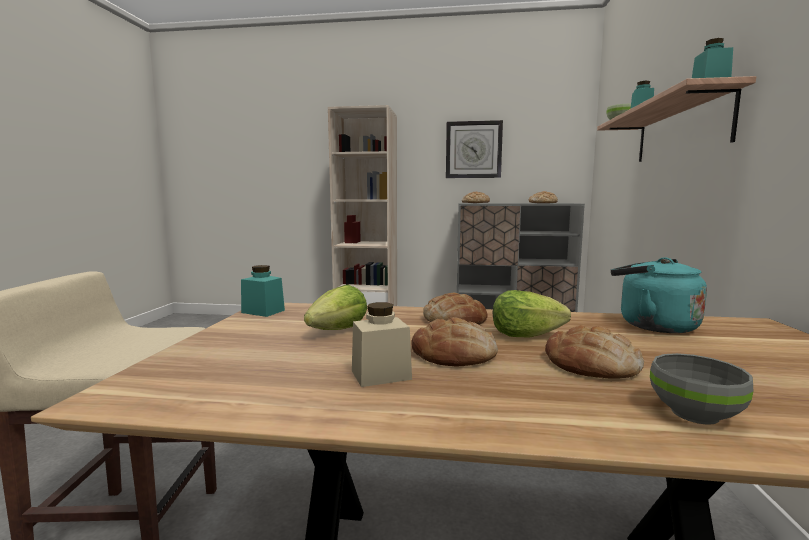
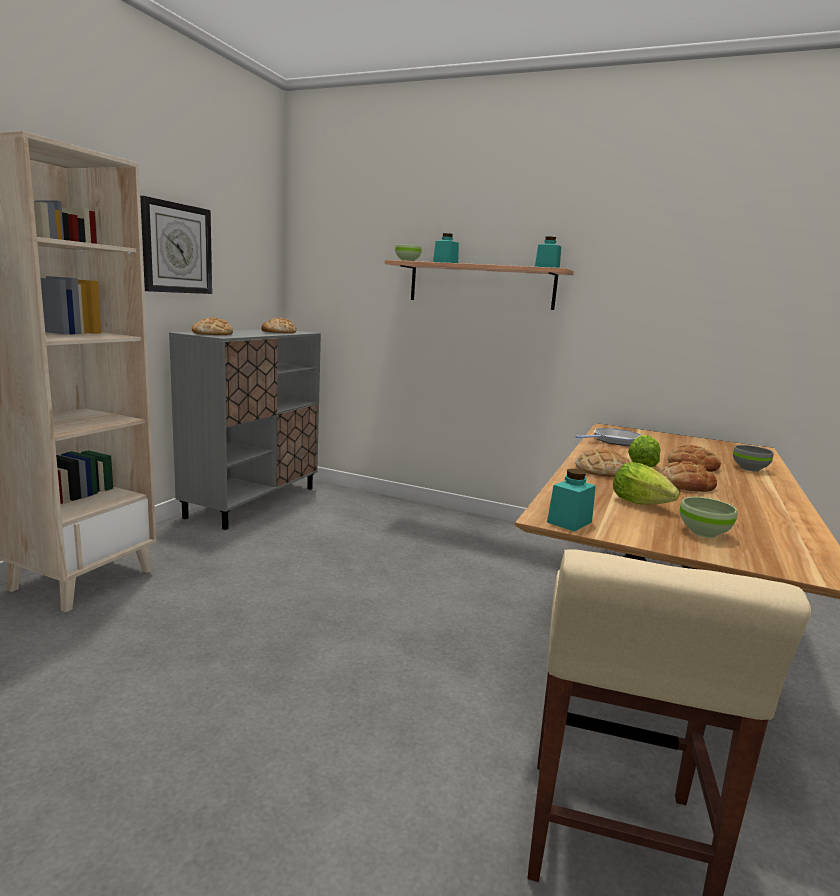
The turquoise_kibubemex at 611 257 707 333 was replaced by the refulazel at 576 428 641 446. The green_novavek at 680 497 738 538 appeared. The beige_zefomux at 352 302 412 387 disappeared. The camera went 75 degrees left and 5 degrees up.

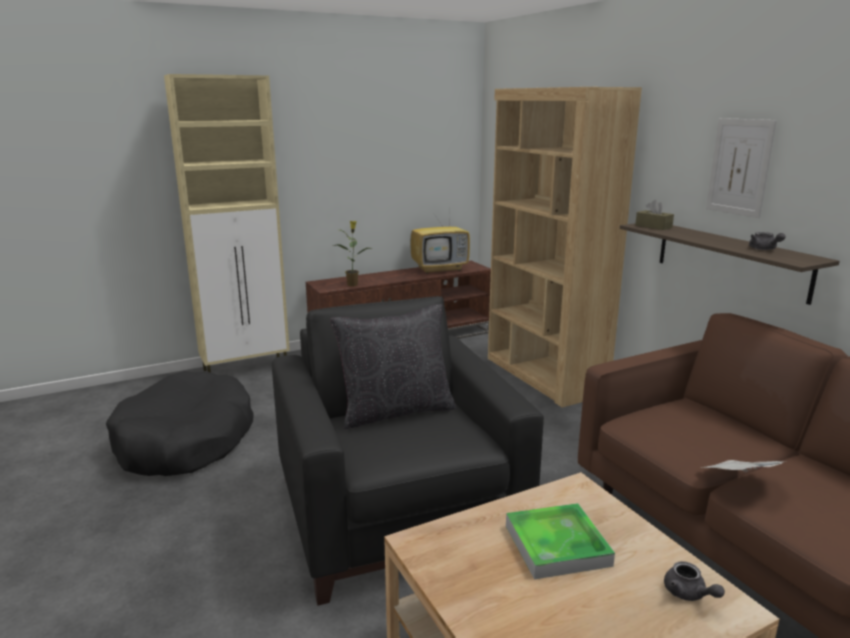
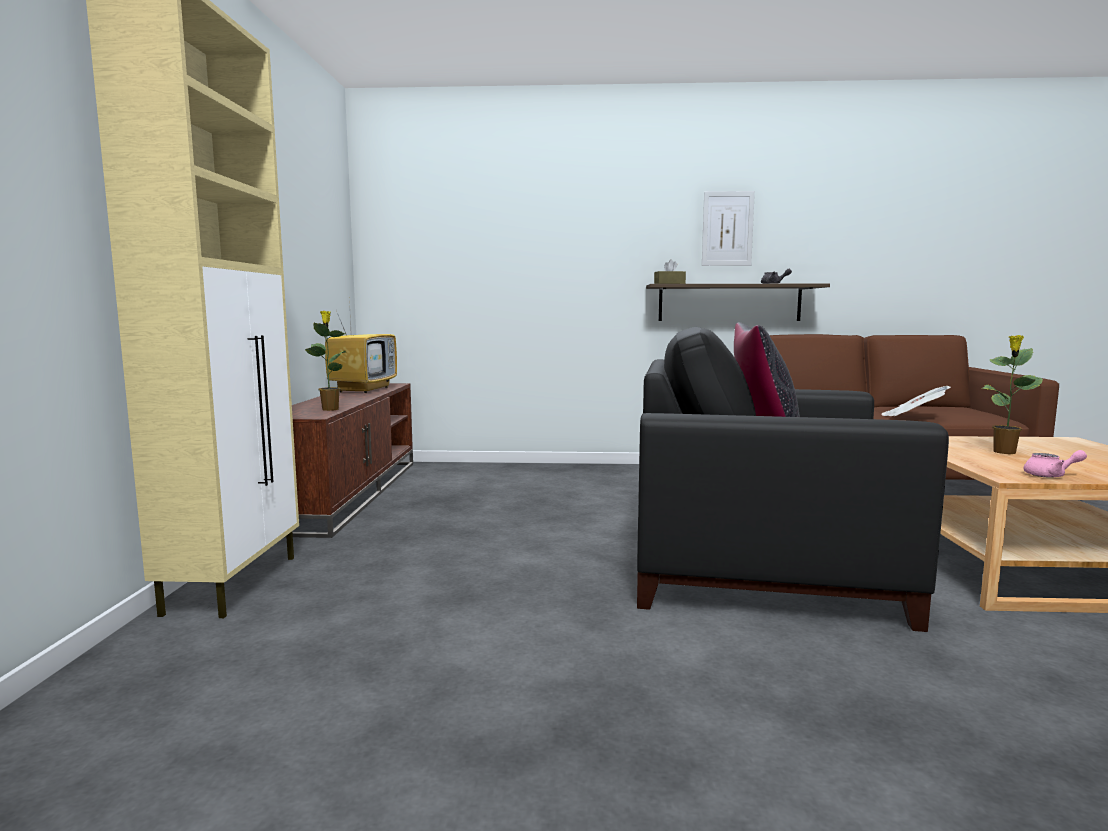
The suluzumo at 506 503 615 579 was replaced by the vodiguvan at 982 335 1043 454. The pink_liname at 1024 450 1087 478 appeared. The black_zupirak at 106 371 253 476 disappeared. The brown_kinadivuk at 488 87 642 408 disappeared. The grey_liname at 664 561 725 601 disappeared. The camera went 60 degrees left and 10 degrees down.

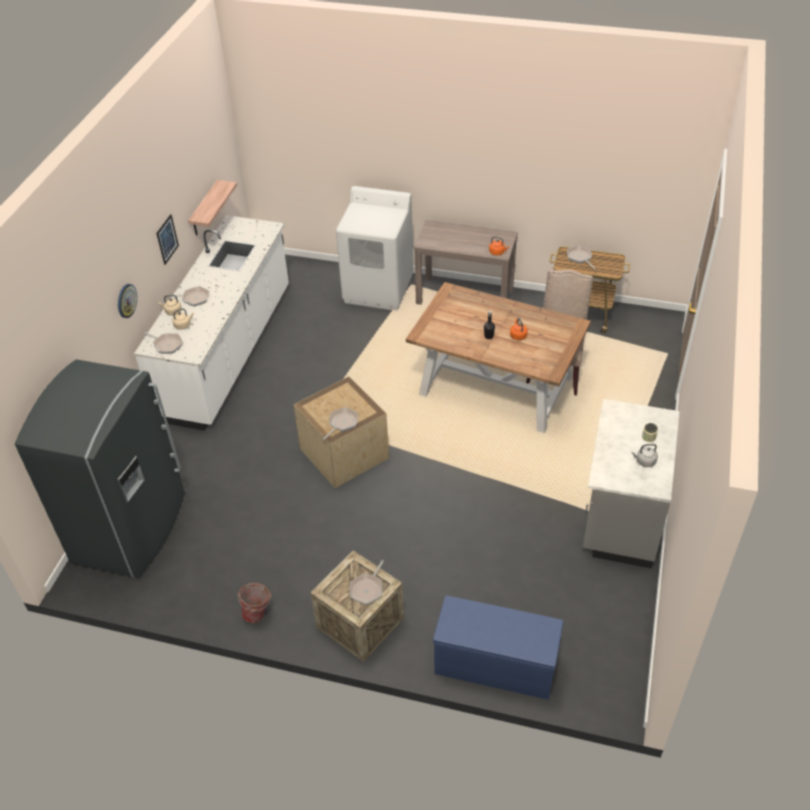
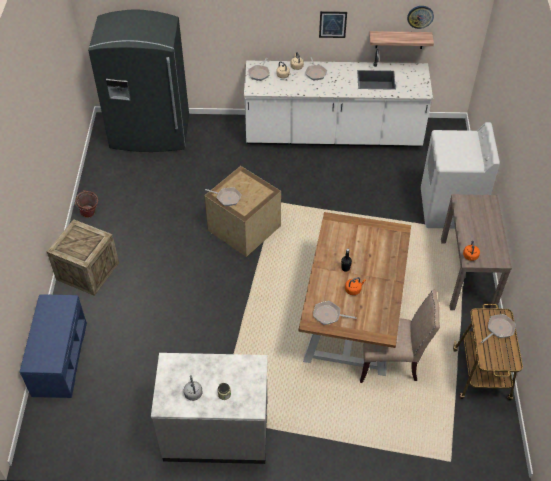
The refulazel moved from 350 560 384 605 to 313 301 357 325. The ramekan moved from 118 284 137 318 to 407 6 434 29. The camera went 75 degrees right and 5 degrees up.

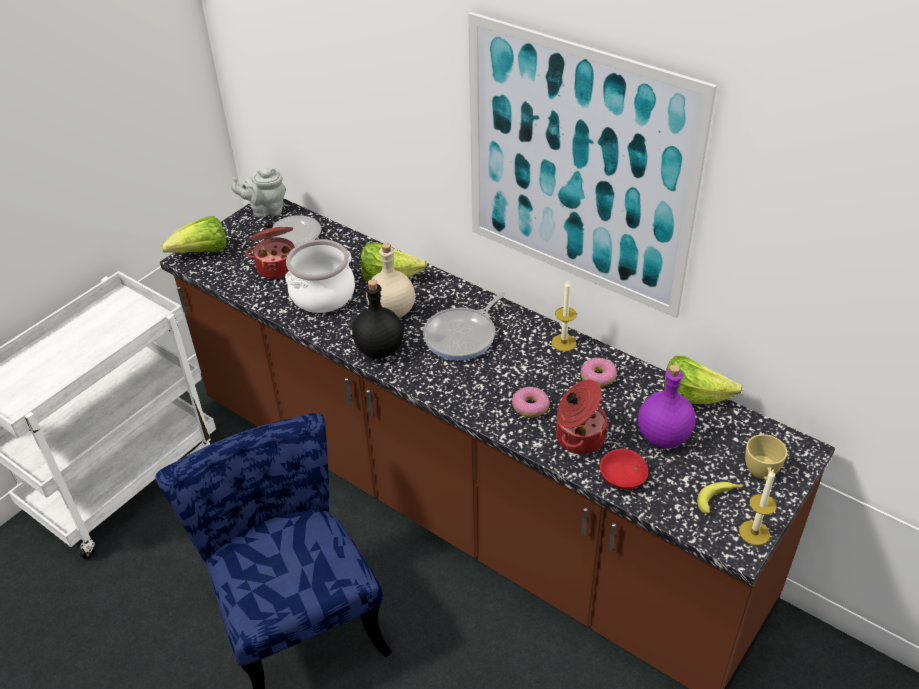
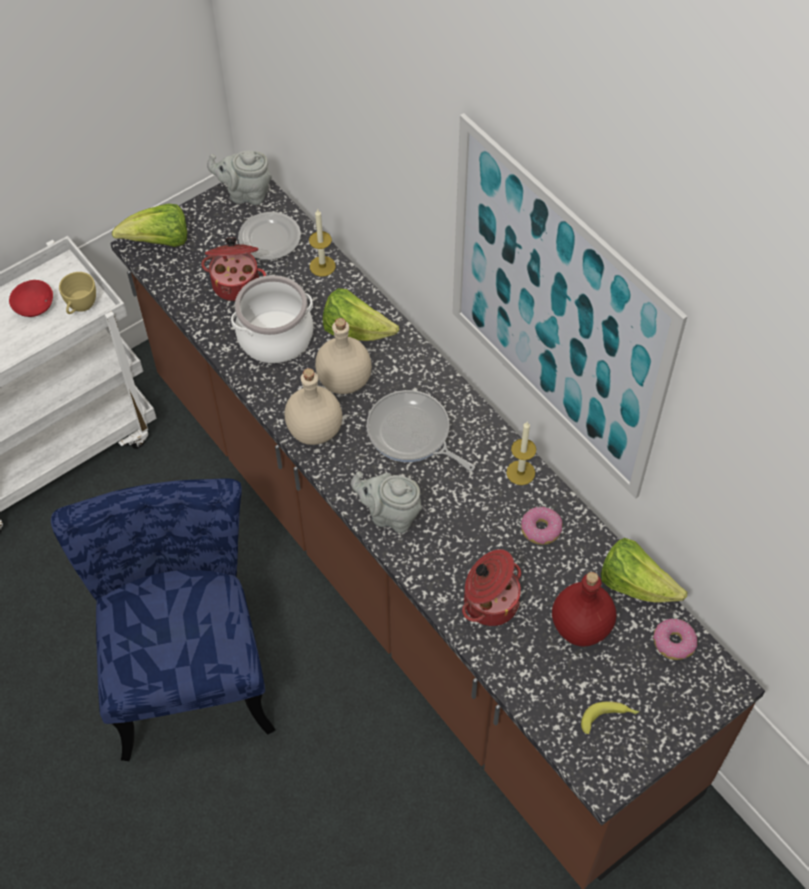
The red_novavek moved from 600 448 648 489 to 9 280 53 317. The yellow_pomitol moved from 745 434 787 480 to 59 272 96 314. The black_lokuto at 352 279 404 359 became the beige_lokuto at 285 368 342 445. The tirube moved from 739 470 777 545 to 309 209 336 277. The grey_liname at 351 471 422 533 appeared. The refulazel at 423 292 506 360 turned 75 degrees clockwise. The purple_lokuto at 638 364 695 448 became the red_lokuto at 552 572 616 647. The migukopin moved from 512 387 550 418 to 653 618 697 660. The camera went 15 degrees right and 15 degrees up.

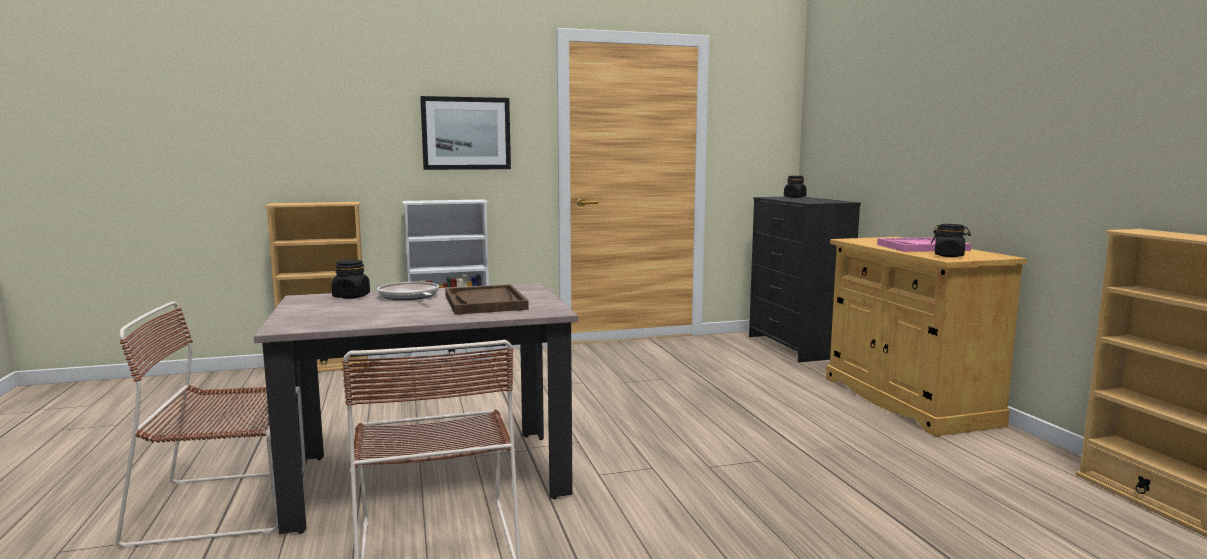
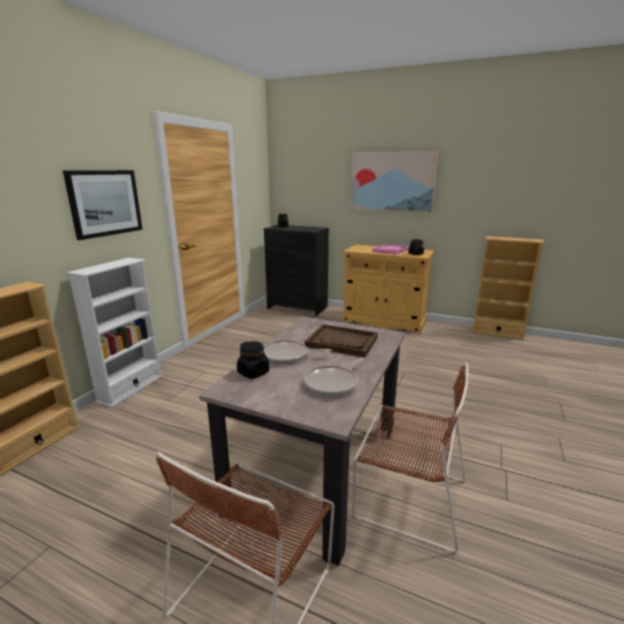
The refulazel at 304 358 364 396 appeared. The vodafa at 351 151 438 212 appeared. The camera went 50 degrees left and 10 degrees up.

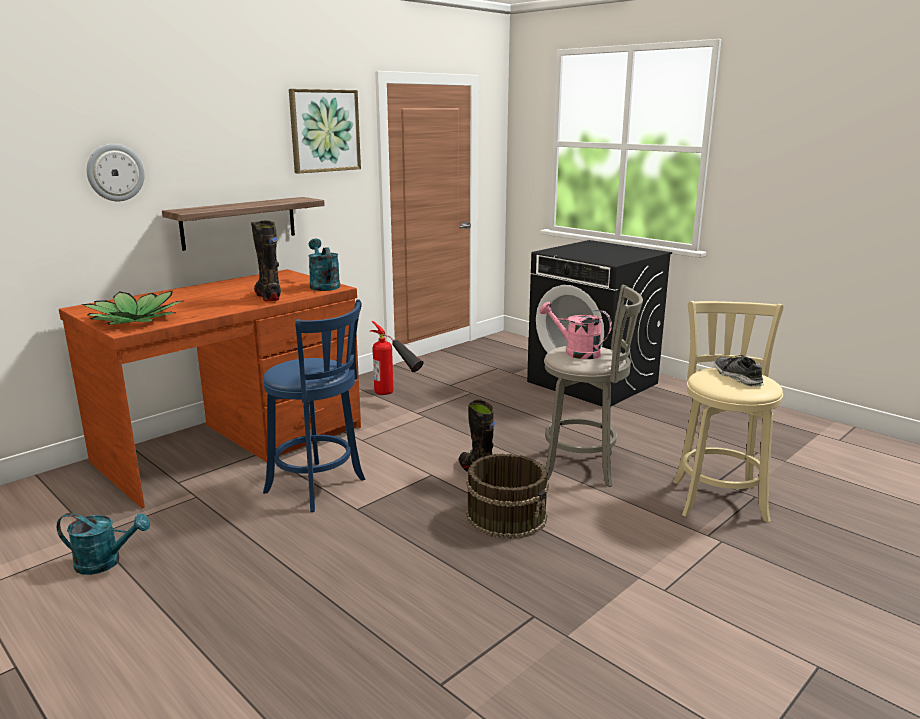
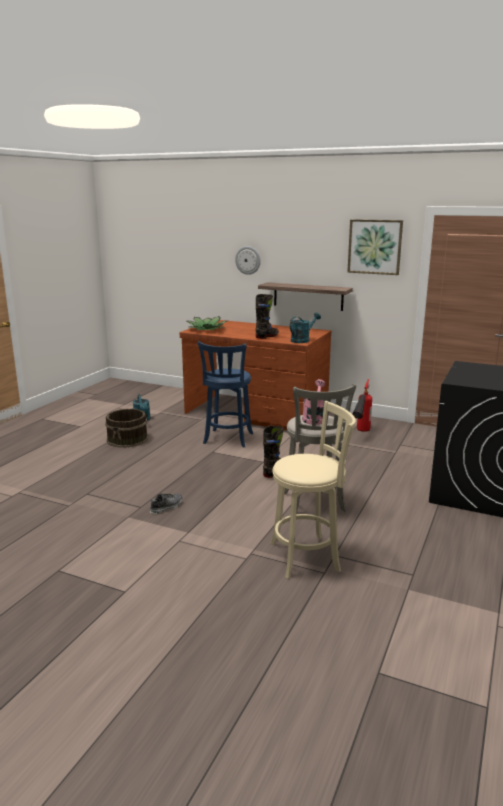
The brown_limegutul moved from 466 454 549 539 to 105 409 148 448. The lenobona moved from 714 355 764 387 to 150 493 182 514. The camera went 70 degrees right and 0 degrees up.

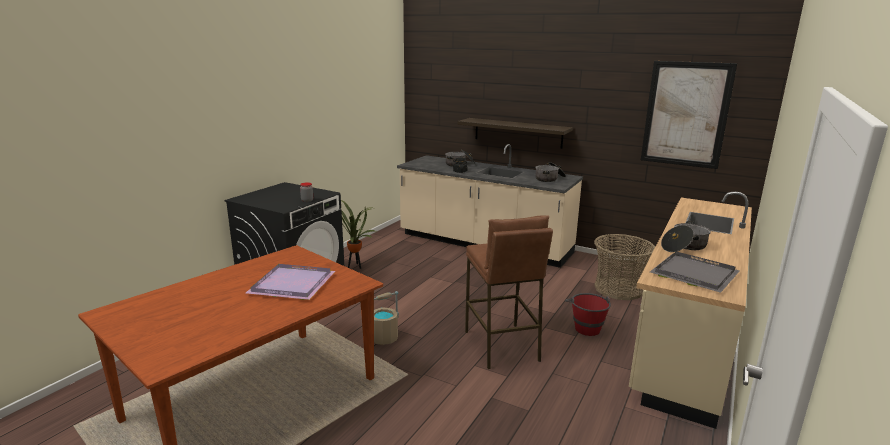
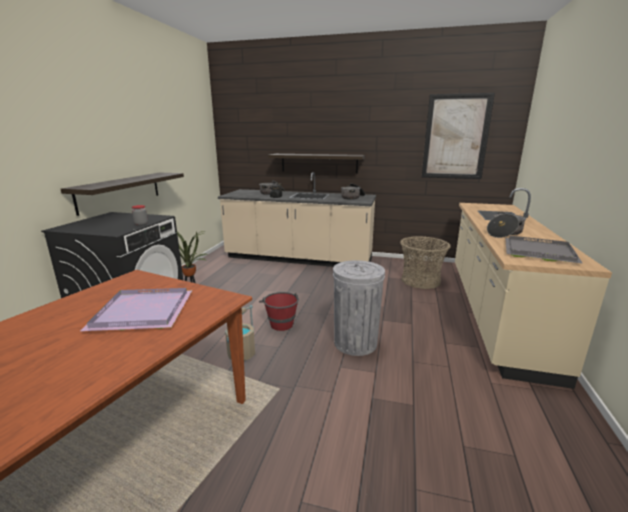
The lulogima at 61 173 184 216 appeared. The red_limegutul moved from 565 293 611 336 to 259 292 299 331. The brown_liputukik at 465 216 553 369 was replaced by the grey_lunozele at 333 260 385 356. The camera went 15 degrees left and 0 degrees up.

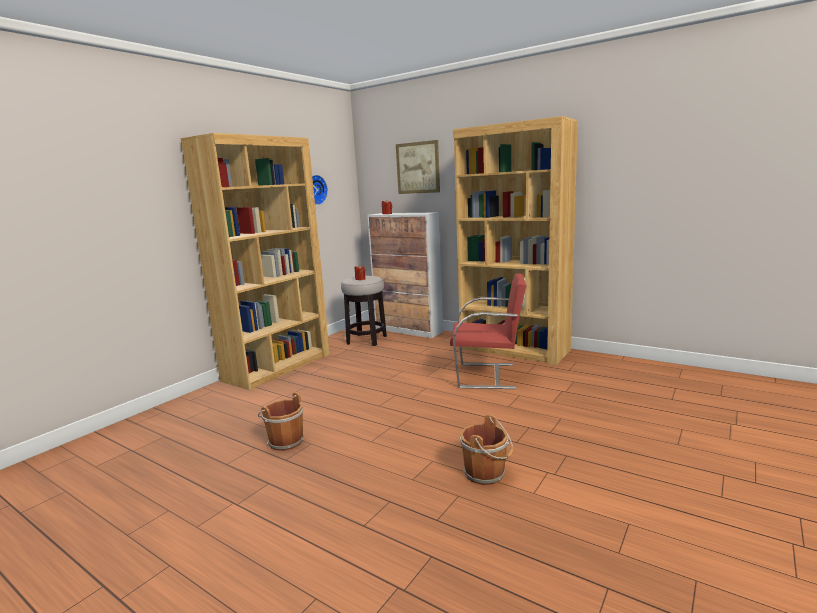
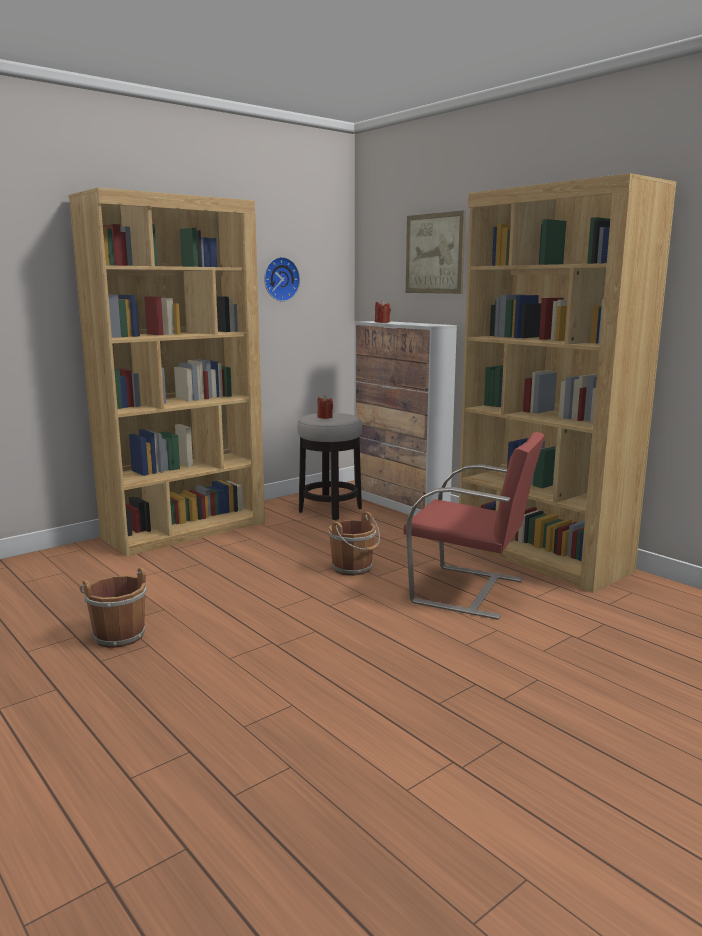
The brown_limegutul moved from 460 414 514 485 to 328 512 380 576. The camera went 15 degrees right and 0 degrees up.

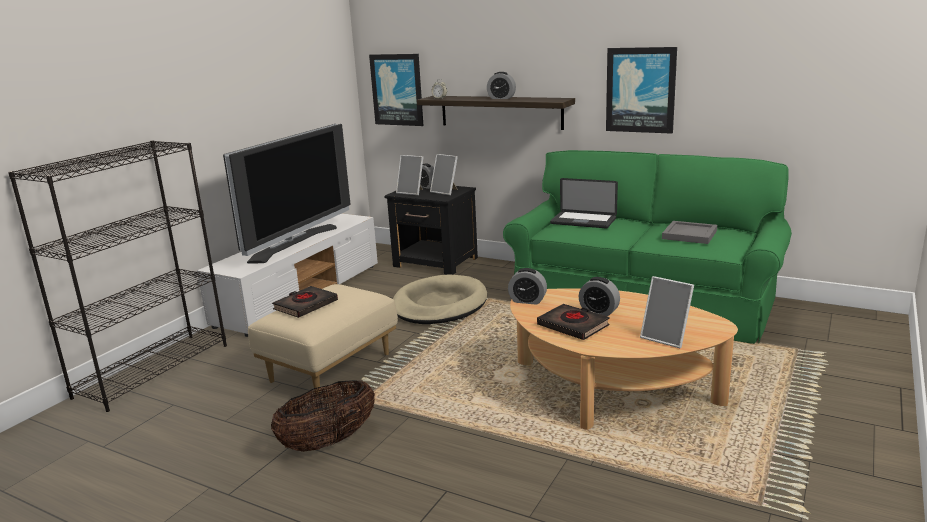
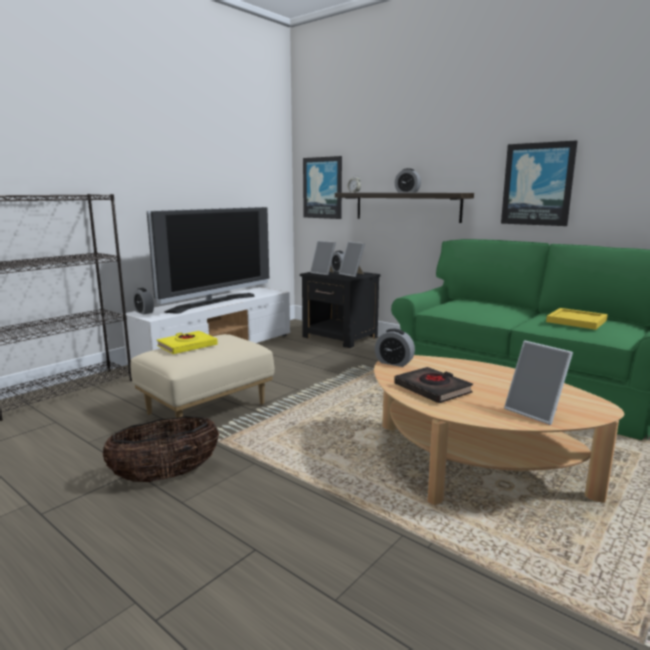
The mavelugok moved from 579 277 620 316 to 133 288 154 315. The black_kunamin at 272 286 338 318 became the yellow_kunamin at 157 331 218 354. The grey_suluzumo at 662 221 717 244 became the yellow_suluzumo at 546 308 608 330. The beige_zupirak at 393 274 487 324 disappeared. The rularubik at 550 178 618 228 disappeared. The camera went 10 degrees right and 5 degrees down.

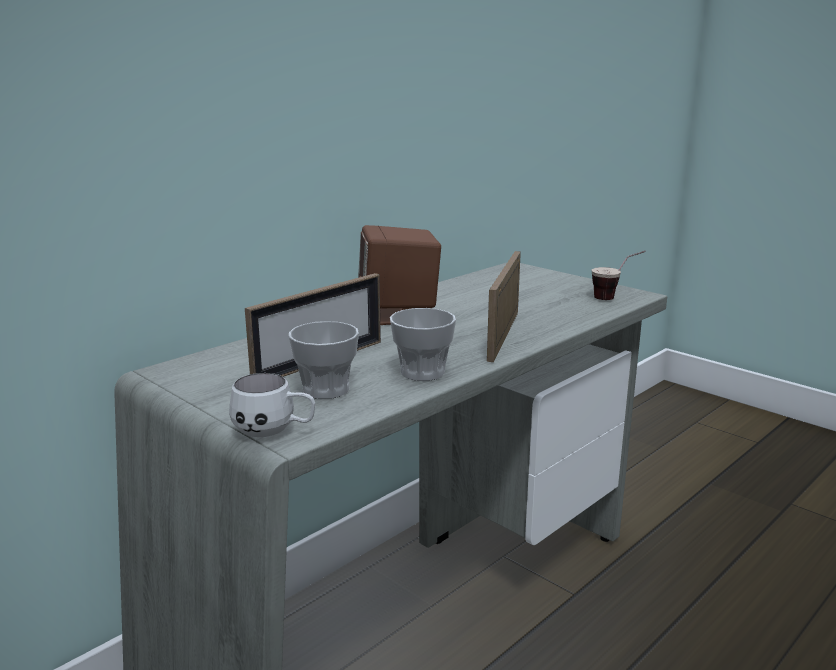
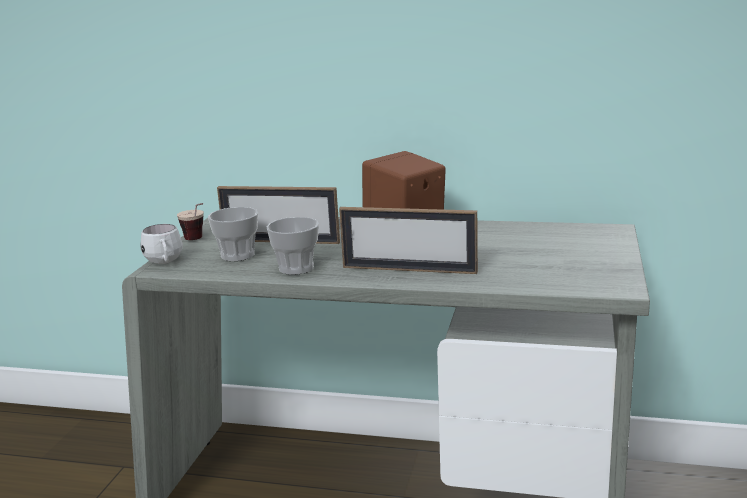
The pomitol moved from 591 251 646 300 to 177 203 204 240. The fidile at 487 251 521 362 turned 150 degrees counterclockwise. The camera went 60 degrees right and 0 degrees up.

